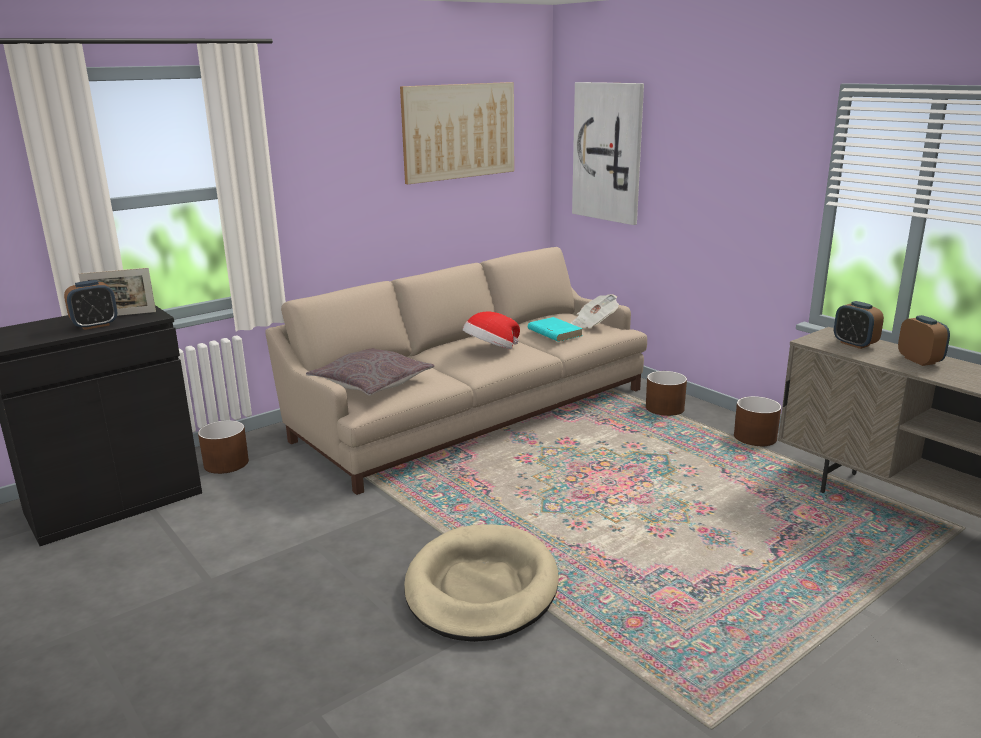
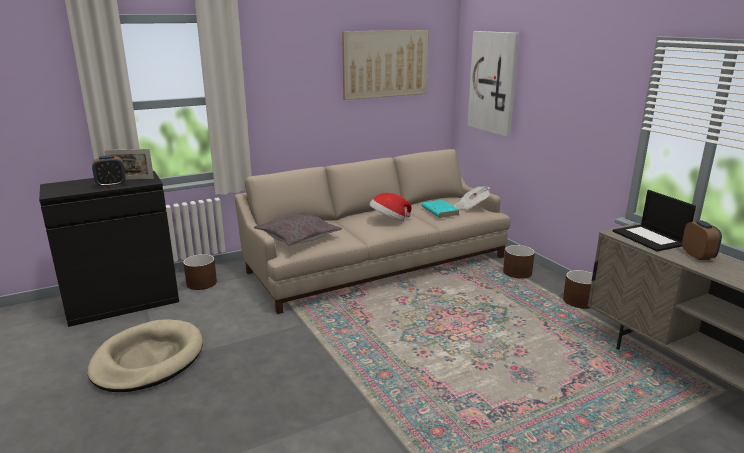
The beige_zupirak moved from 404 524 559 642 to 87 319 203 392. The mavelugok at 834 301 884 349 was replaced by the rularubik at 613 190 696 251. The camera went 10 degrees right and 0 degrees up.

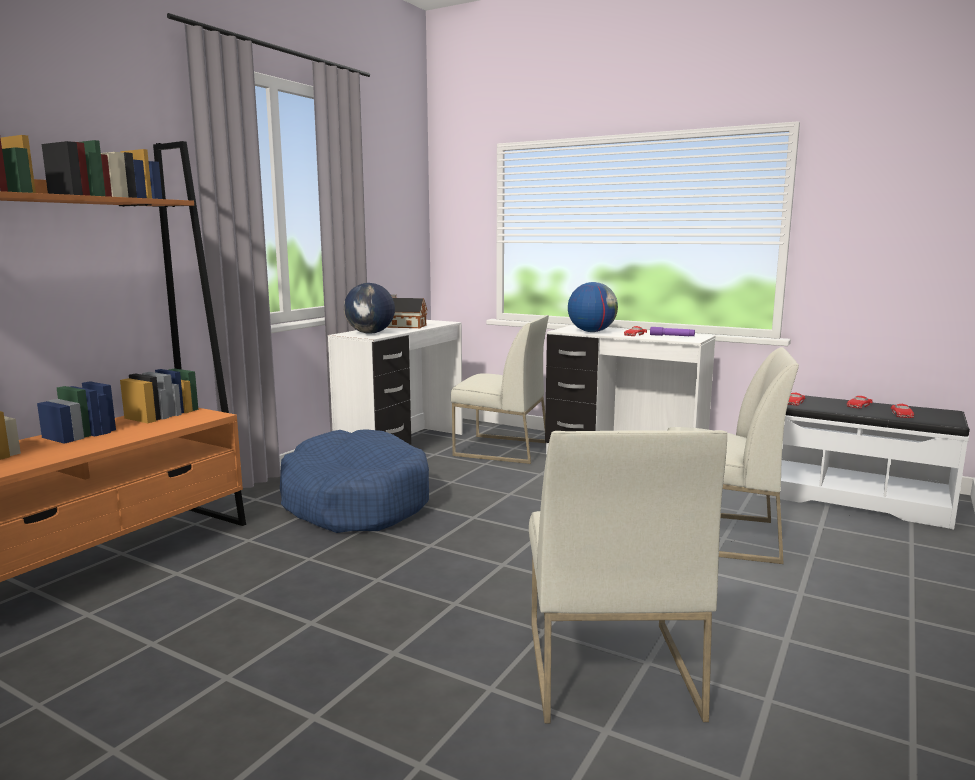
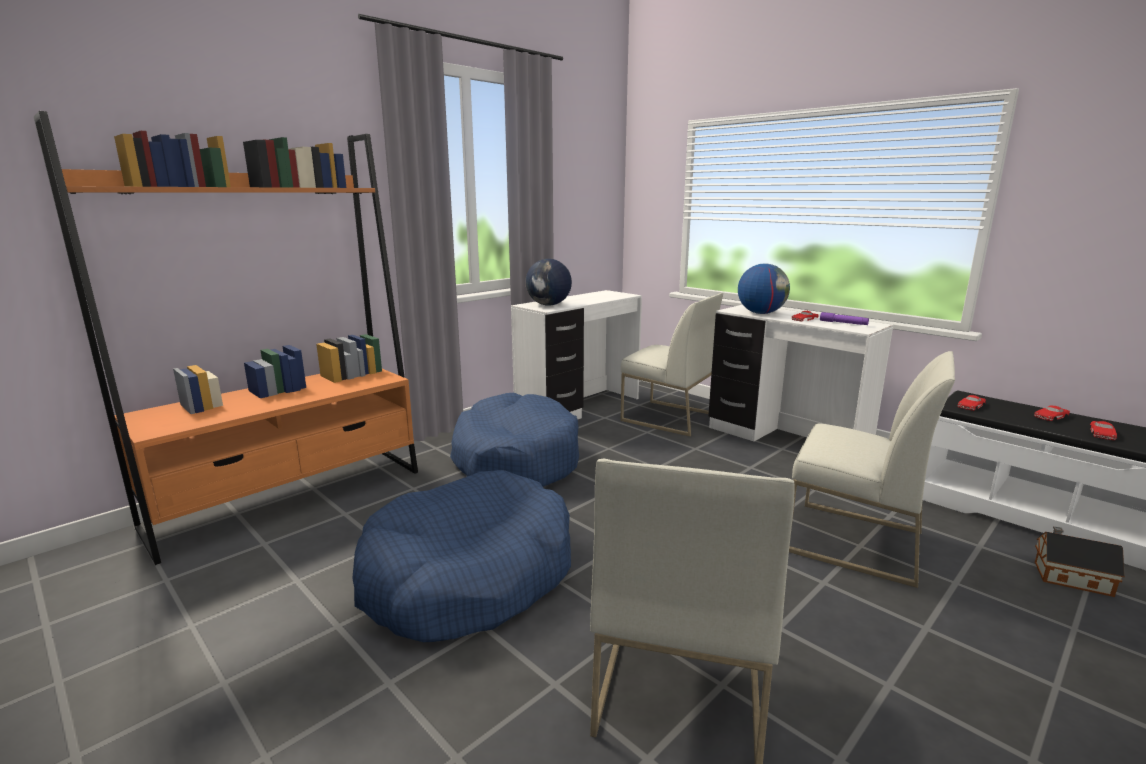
The blue_zupirak at 352 470 571 642 appeared. The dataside moved from 386 295 427 328 to 1035 526 1125 597. The camera went 15 degrees right and 5 degrees up.

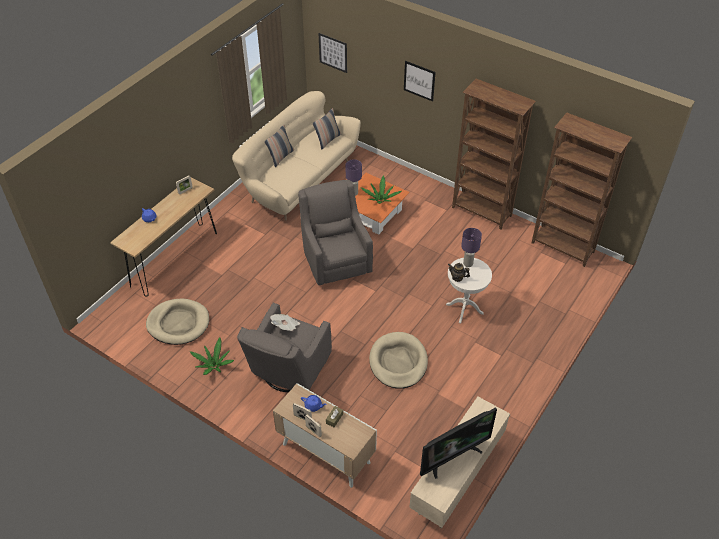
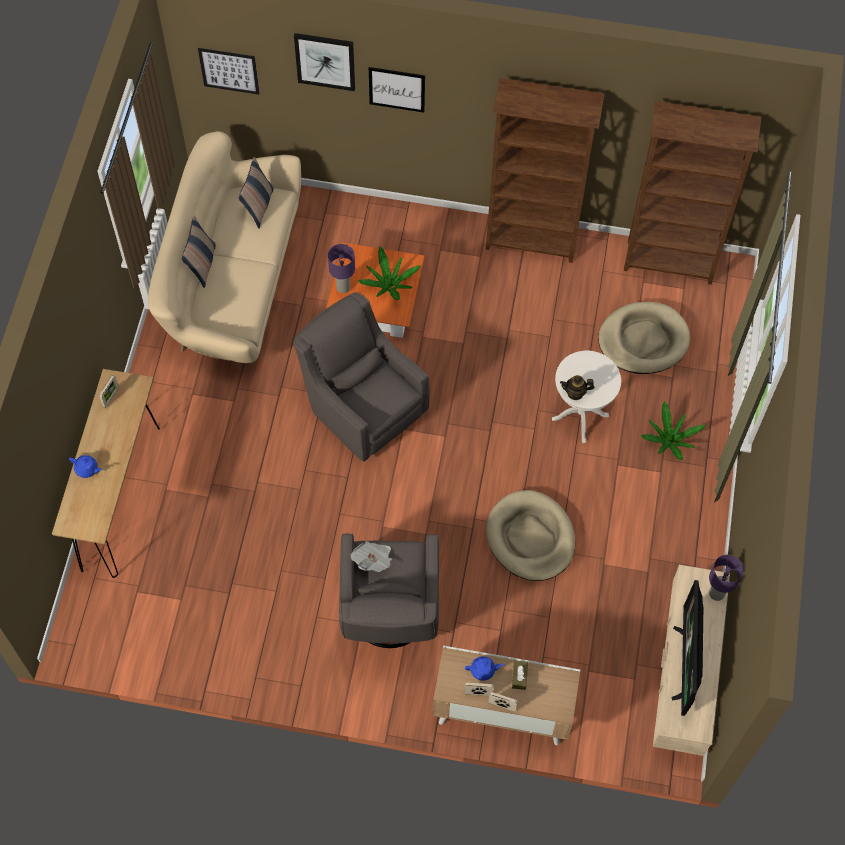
The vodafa at 294 33 355 91 appeared. The beige_zupirak moved from 146 298 209 345 to 598 302 690 374. The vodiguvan moved from 190 337 234 375 to 641 401 705 460. The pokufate at 420 407 497 479 turned 150 degrees clockwise. The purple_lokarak moved from 461 228 482 267 to 709 555 744 601. The camera went 25 degrees left and 15 degrees up.

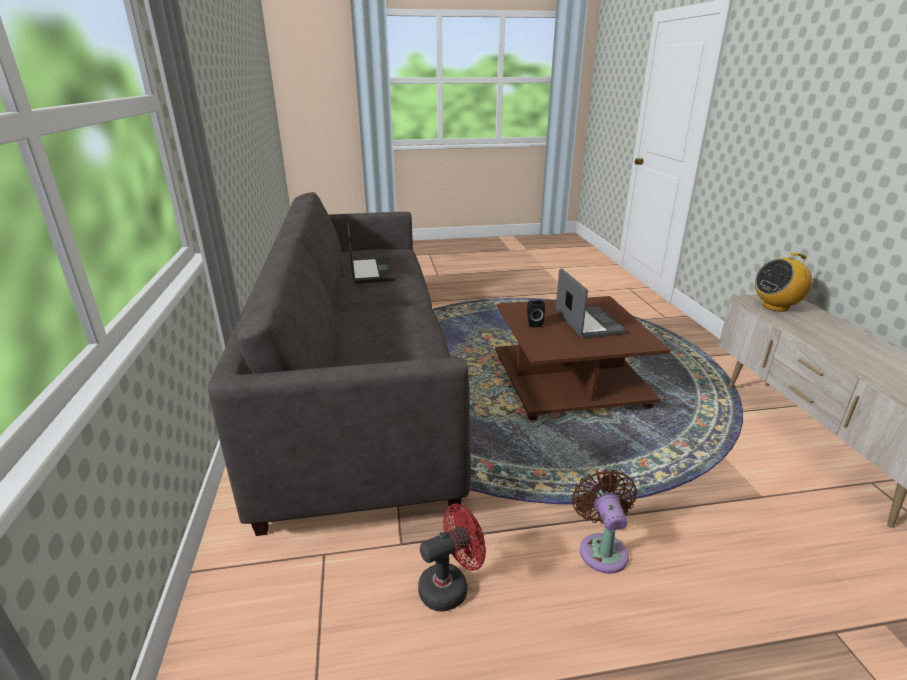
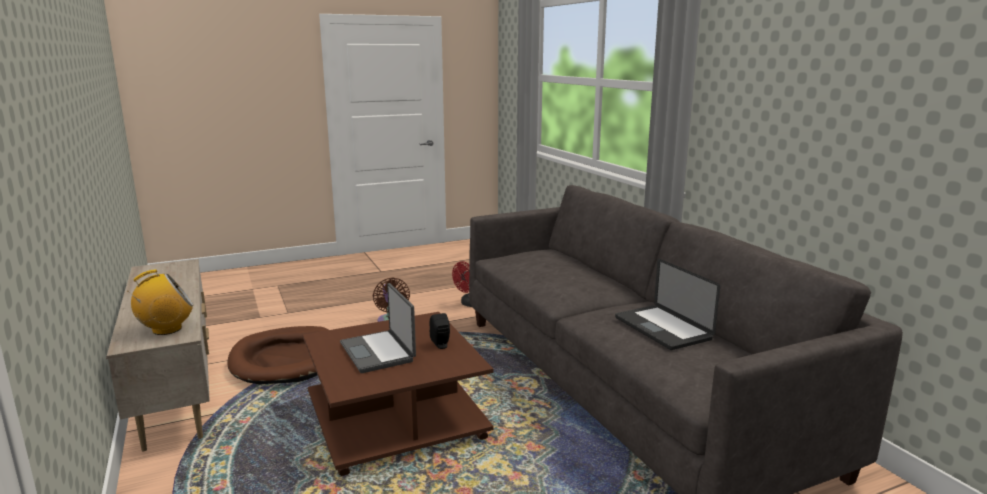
The brown_zupirak at 227 326 329 385 appeared. The camera went 165 degrees right and 10 degrees down.

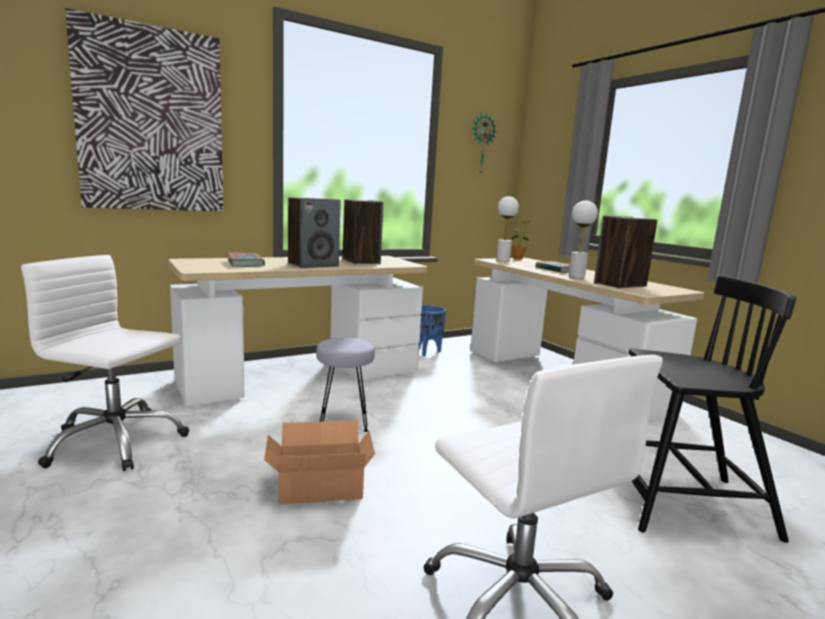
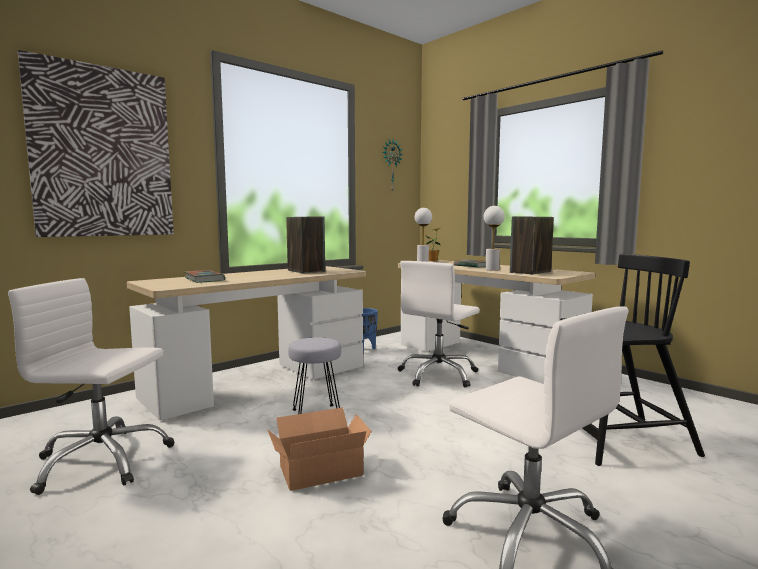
The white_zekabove at 398 261 480 387 appeared. The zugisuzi at 288 197 341 268 disappeared. The camera went 10 degrees left and 5 degrees down.

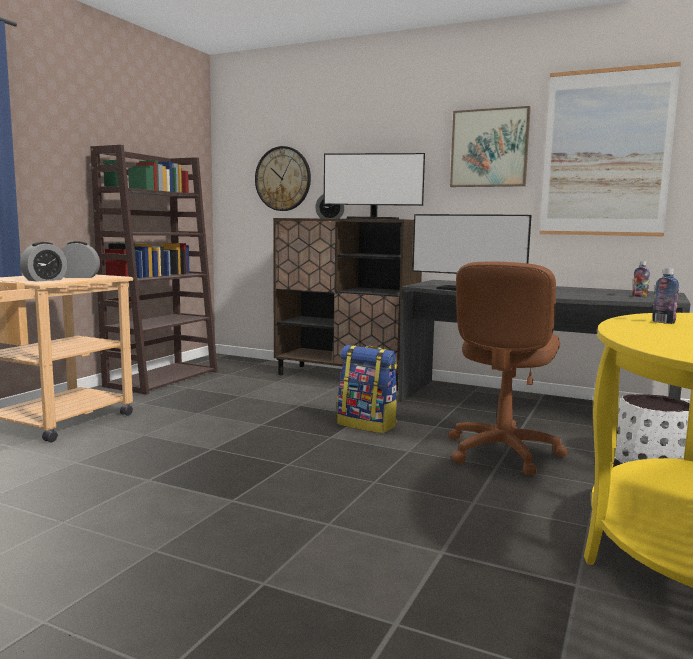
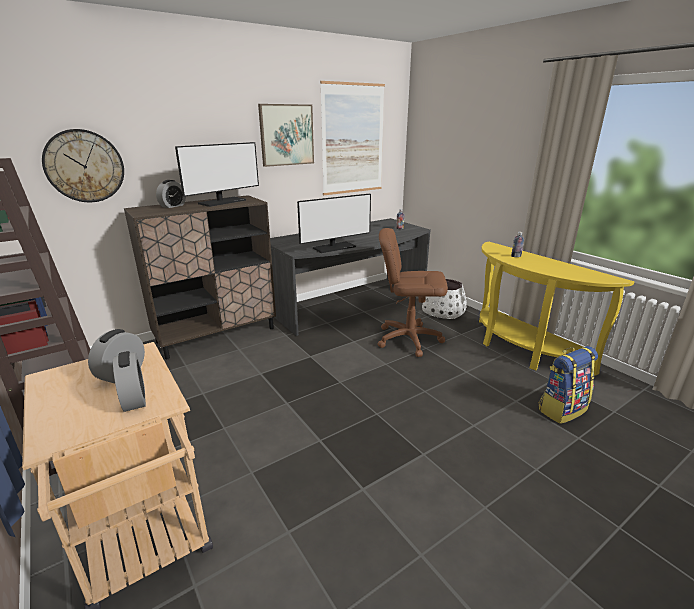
The brown_zekabove at 448 262 568 475 turned 135 degrees clockwise. The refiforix moved from 337 345 397 433 to 539 346 598 424. The camera went 60 degrees left and 15 degrees up.

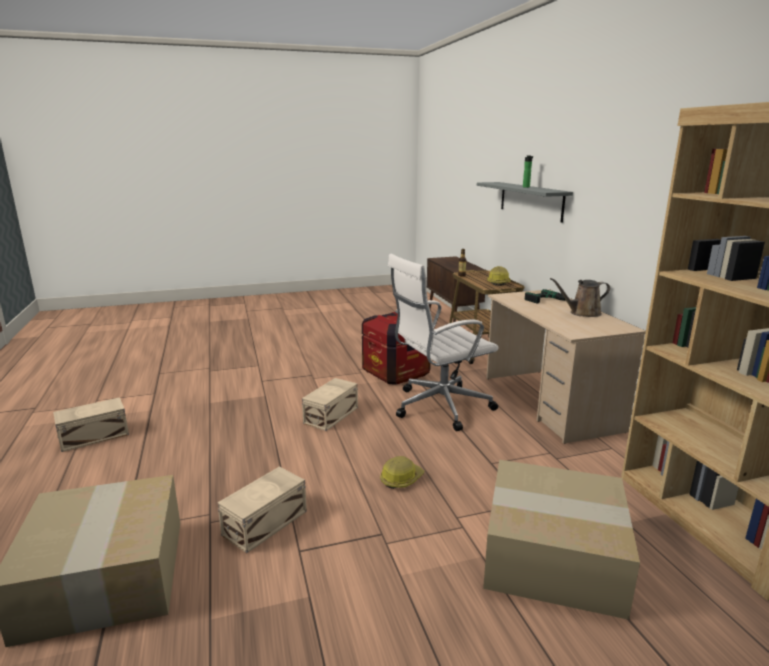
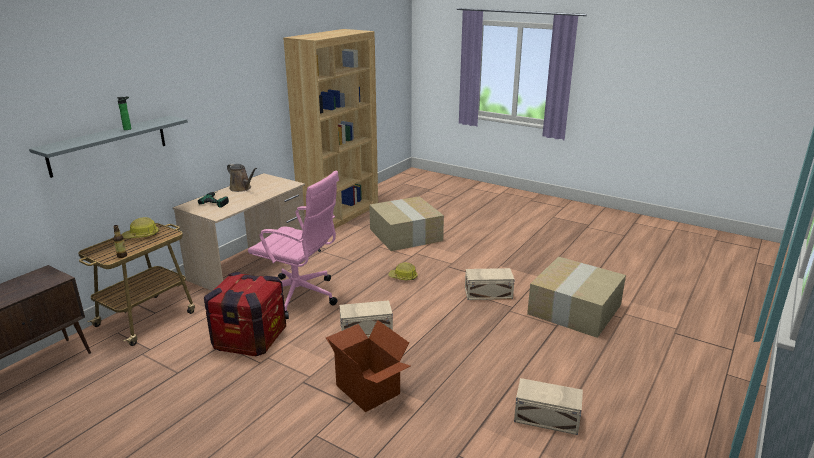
The white_zekabove at 388 254 499 431 became the pink_zekabove at 248 171 339 319. The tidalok at 326 320 410 412 appeared. The camera went 130 degrees left and 5 degrees up.

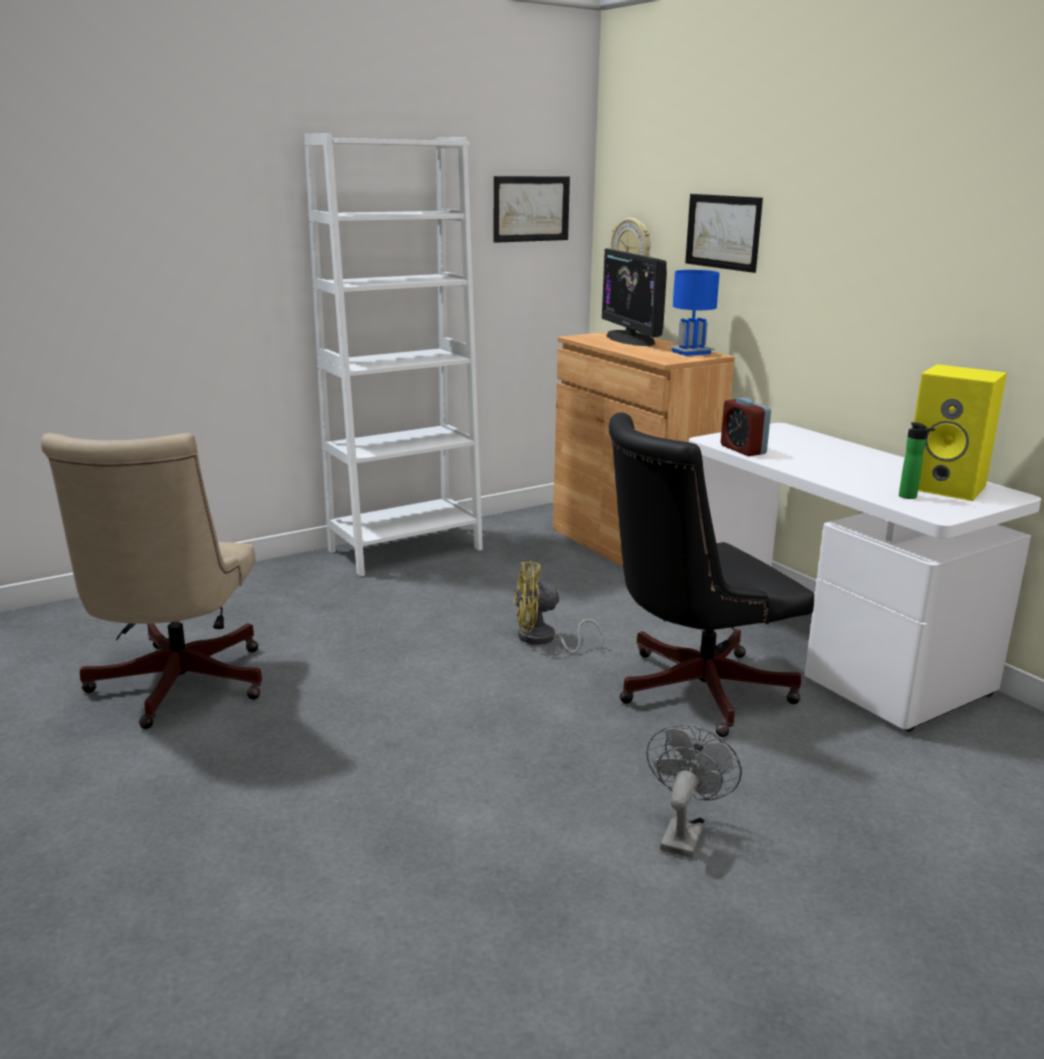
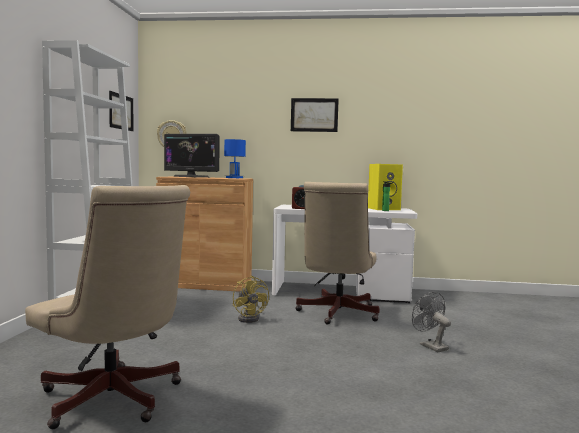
The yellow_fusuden at 514 561 604 654 turned 60 degrees counterclockwise. The vodafa moved from 685 194 763 273 to 291 98 339 132. The black_zekabove at 608 413 814 737 became the beige_zekabove at 295 182 379 325. The camera went 50 degrees left and 15 degrees down.

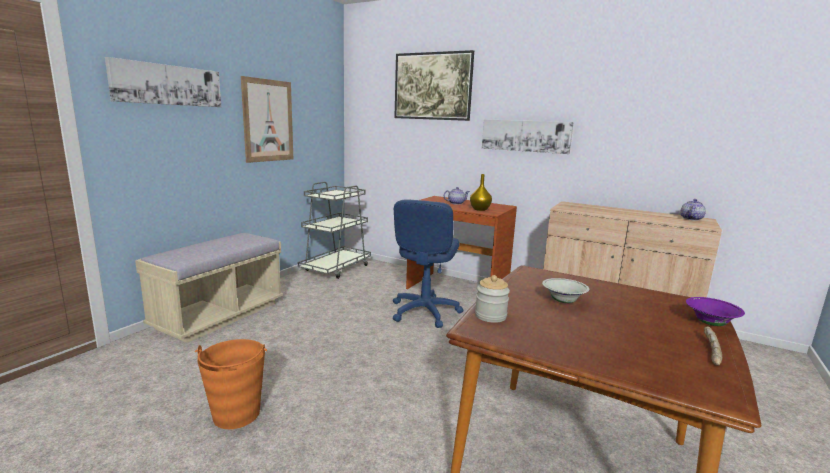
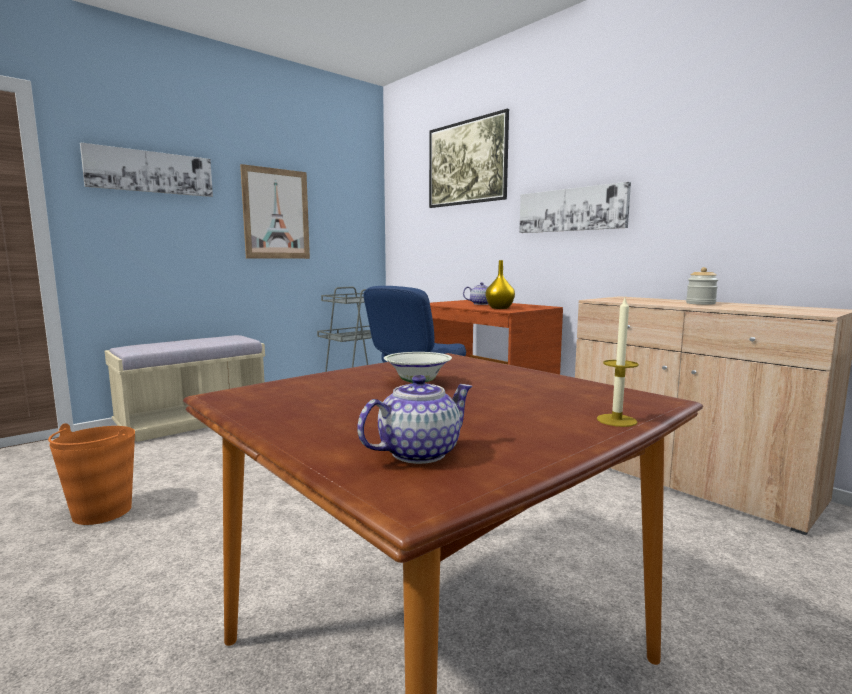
The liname moved from 680 199 706 221 to 357 375 472 464. The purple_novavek at 686 297 745 326 was replaced by the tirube at 597 298 639 427. The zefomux moved from 475 275 510 323 to 686 267 718 305. The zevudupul at 704 327 722 366 disappeared. The camera went 20 degrees right and 5 degrees down.

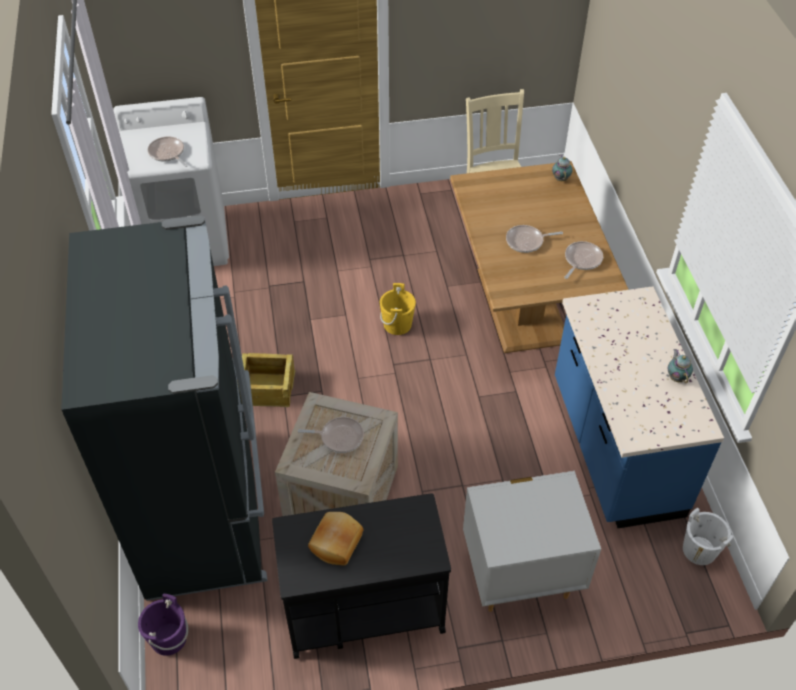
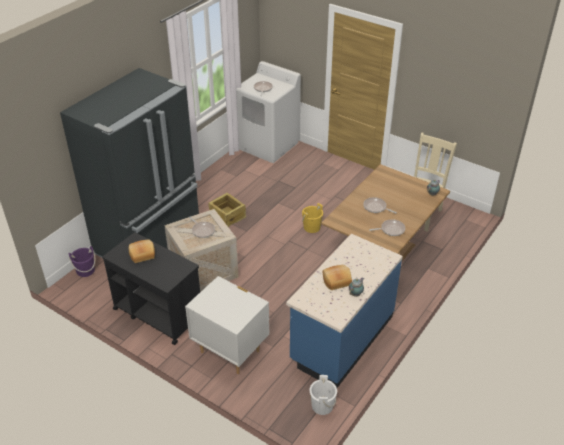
The zevudupul at 323 265 352 290 appeared. The camera went 45 degrees right and 10 degrees down.

